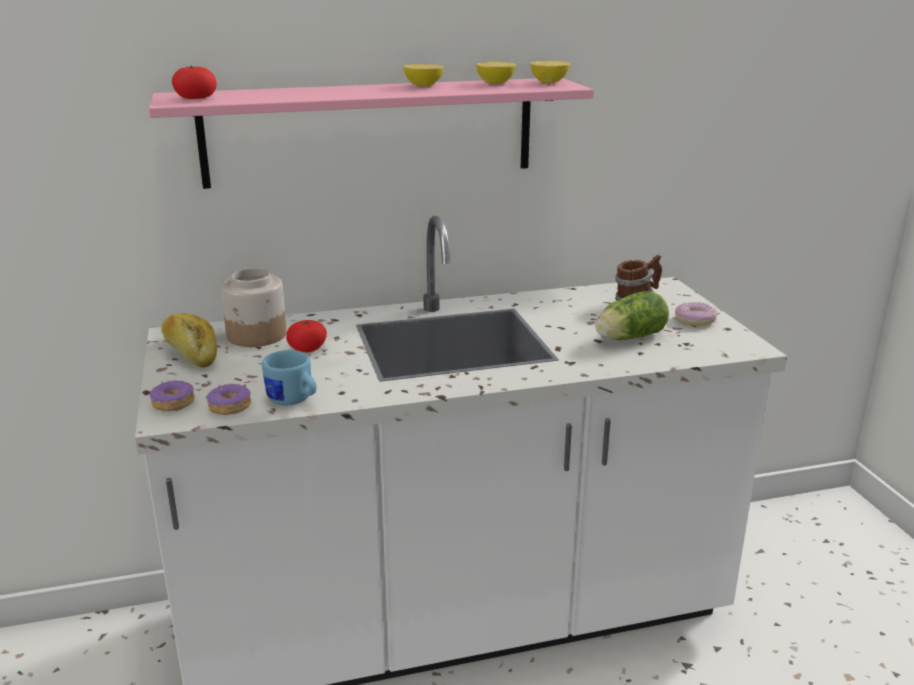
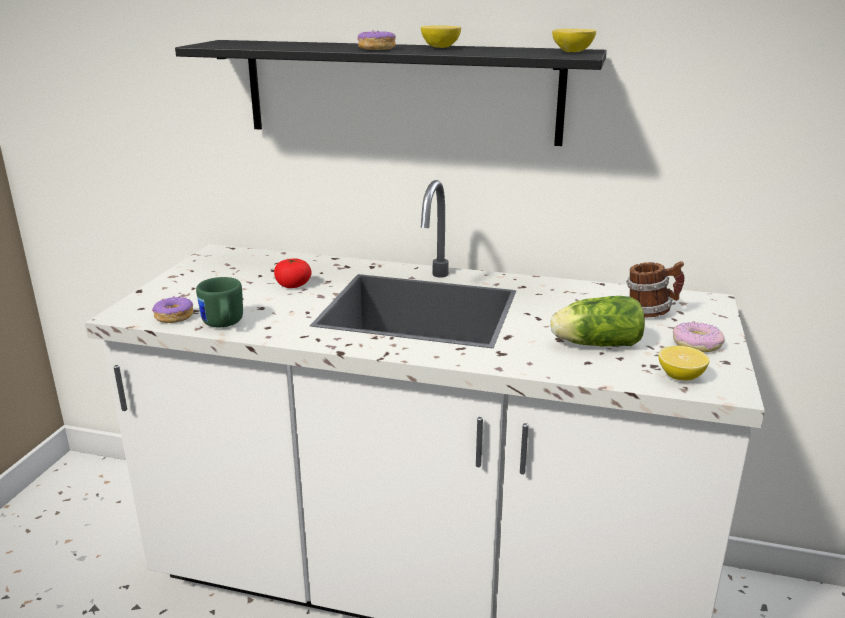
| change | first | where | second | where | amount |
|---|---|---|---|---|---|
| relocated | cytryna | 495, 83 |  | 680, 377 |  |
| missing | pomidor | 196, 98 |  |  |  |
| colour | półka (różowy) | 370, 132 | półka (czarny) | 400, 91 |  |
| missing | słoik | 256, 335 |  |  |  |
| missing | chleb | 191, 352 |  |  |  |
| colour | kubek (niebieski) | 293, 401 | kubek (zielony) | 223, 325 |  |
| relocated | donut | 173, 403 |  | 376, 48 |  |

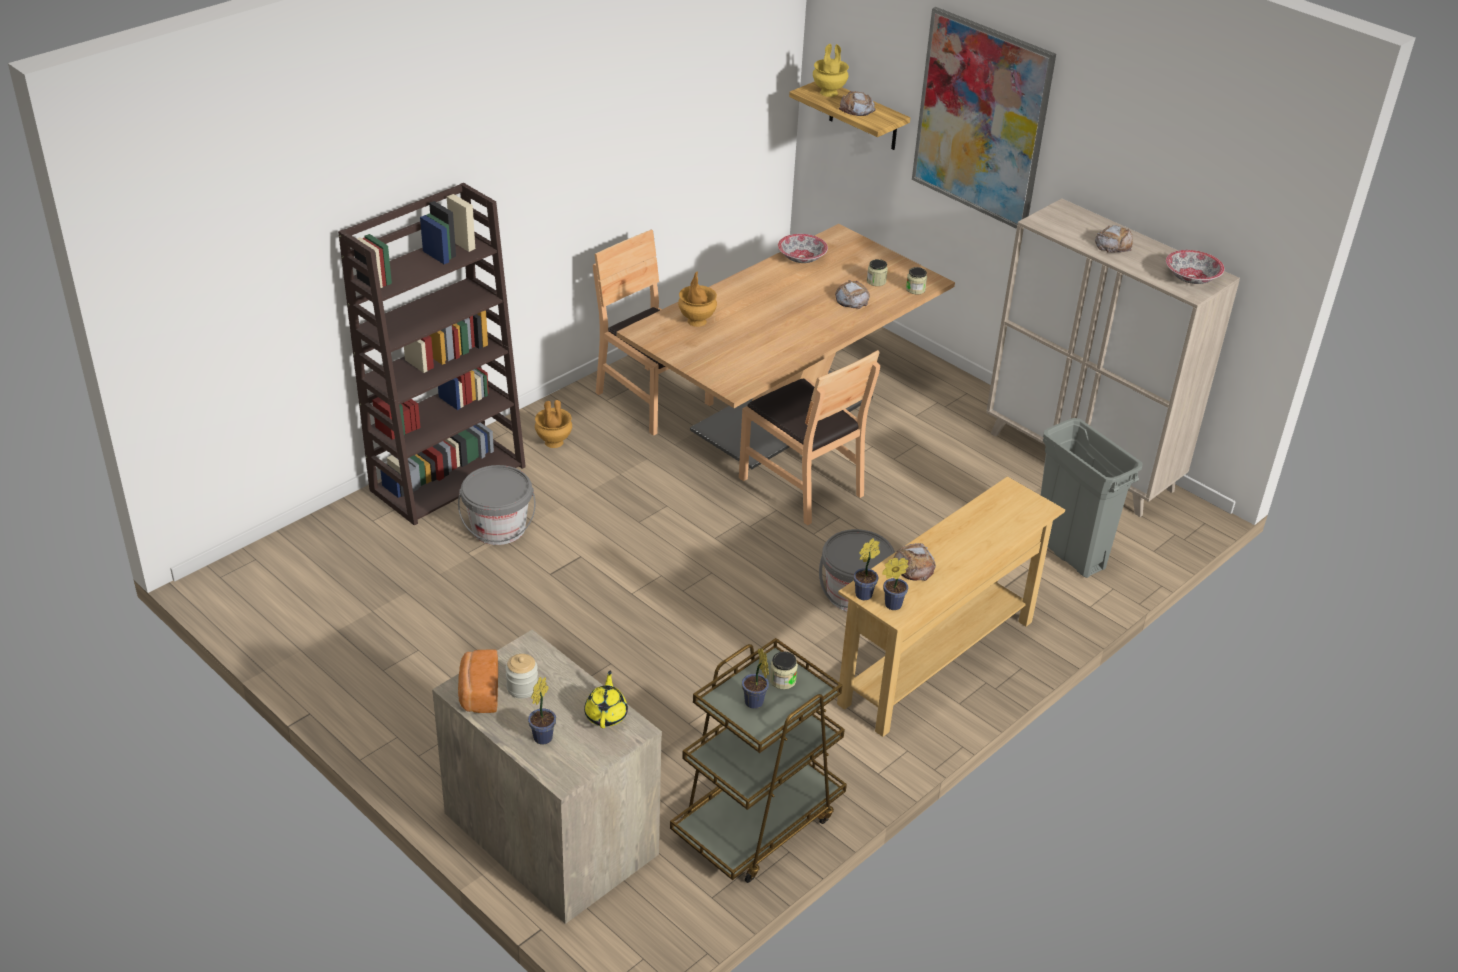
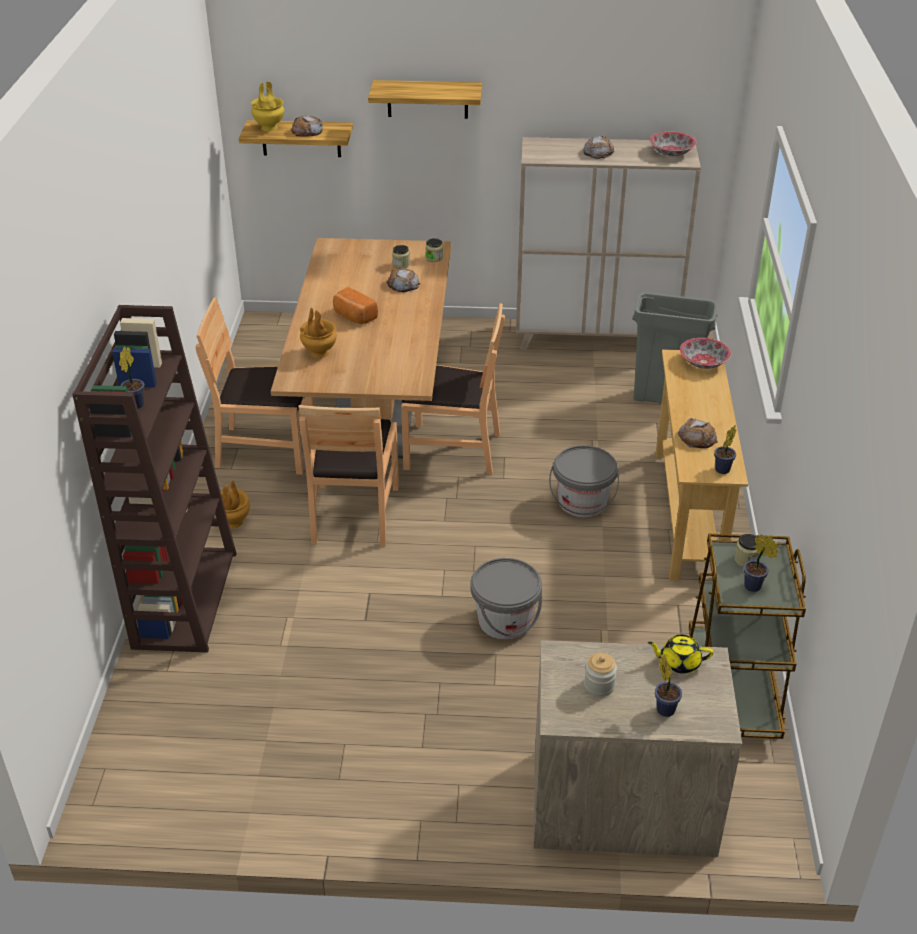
| change | first | where | second | where | amount |
|---|---|---|---|---|---|
| exchanged | obraz | 981, 119 | półka | 427, 99 |  |
| relocated | miska | 801, 258 |  | 703, 363 |  |
| relocated | wiadro (szary) | 498, 528 |  | 505, 620 |  |
| relocated | roślina doniczkowa | 865, 594 |  | 137, 403 |  |
| relocated | chleb | 478, 693 |  | 354, 317 |  |
| spun | imbryk (żółty) | 606, 714 |  | 679, 662 | 45 degrees counterclockwise |
| appeared |  |  | krzesło (brązowy) | 354, 514 |  |

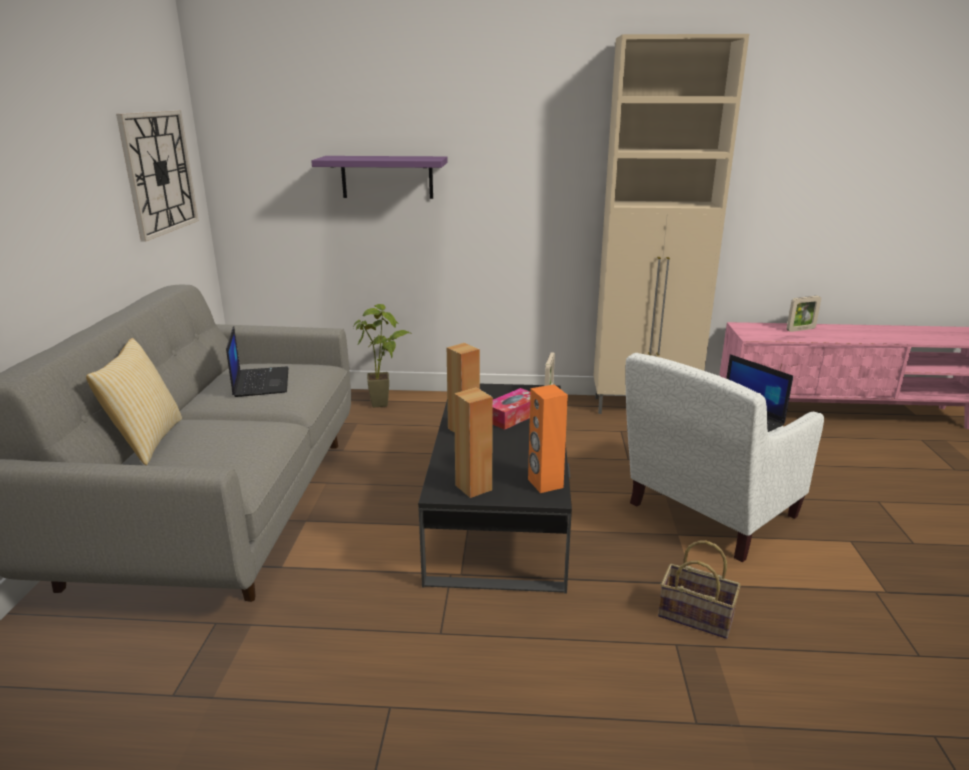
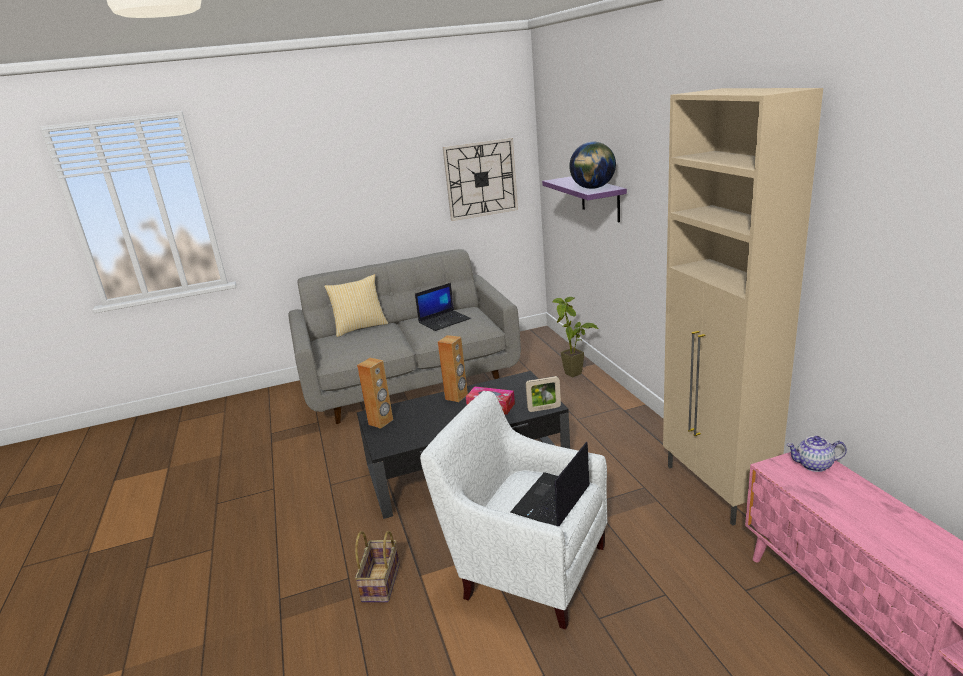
| change | first | where | second | where | amount |
|---|---|---|---|---|---|
| missing | ramka na zdjęcie | 800, 329 |  |  |  |
| missing | głośnik (pomarańczowy) | 545, 483 |  |  |  |
| appeared |  |  | globus | 593, 188 |  |
| appeared |  |  | imbryk | 813, 465 |  |

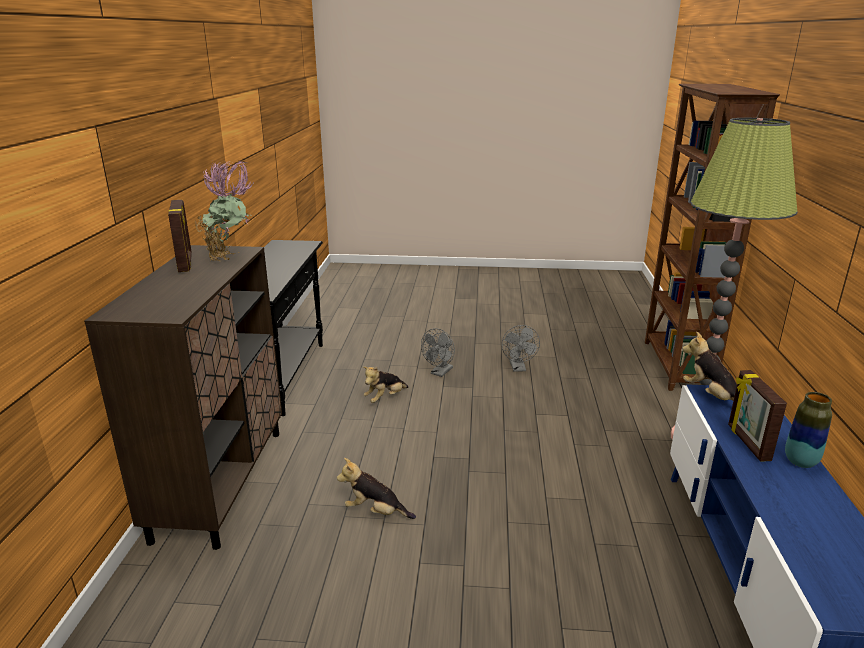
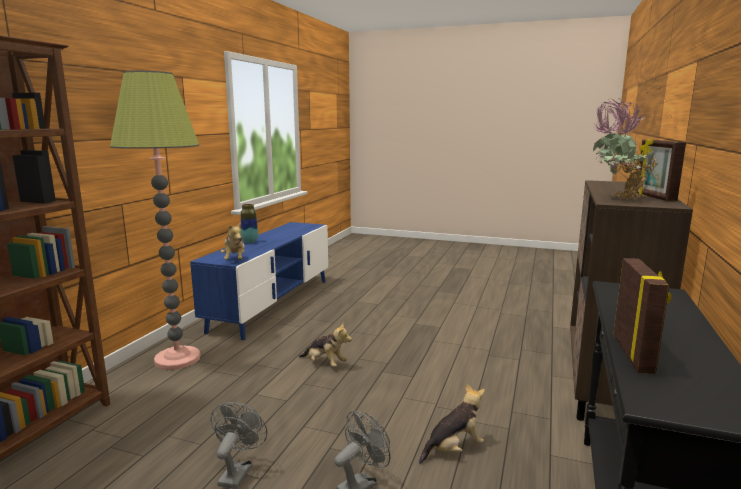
| change | first | where | second | where | amount |
|---|---|---|---|---|---|
| relocated | ramka na zdjęcie | 747, 443 |  | 634, 354 |  |
| relocated | pluszak | 375, 512 |  | 325, 364 |  |

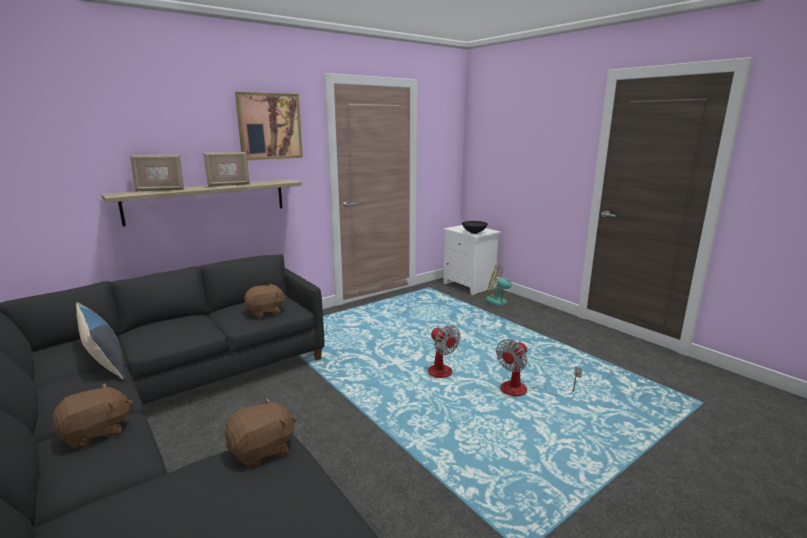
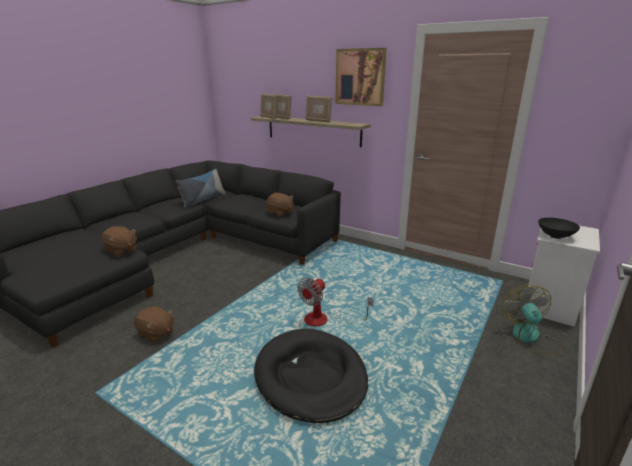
| change | first | where | second | where | amount |
|---|---|---|---|---|---|
| exchanged | wentylator | 524, 390 | legowisko (czarny) | 310, 377 |  |
| relocated | pluszak (brązowy) | 96, 433 |  | 156, 334 |  |
| appeared |  |  | ramka na zdjęcie | 269, 117 |  |

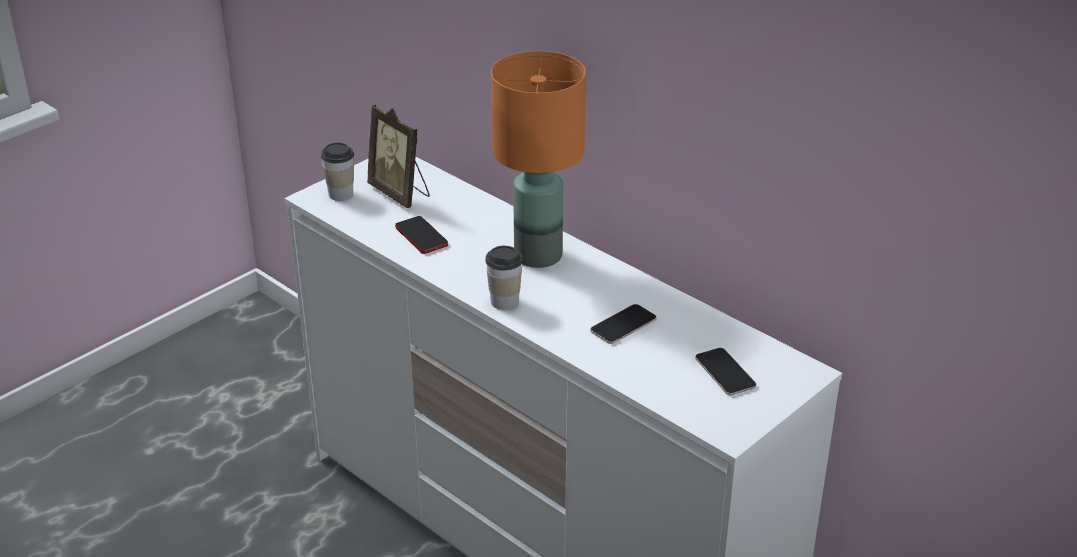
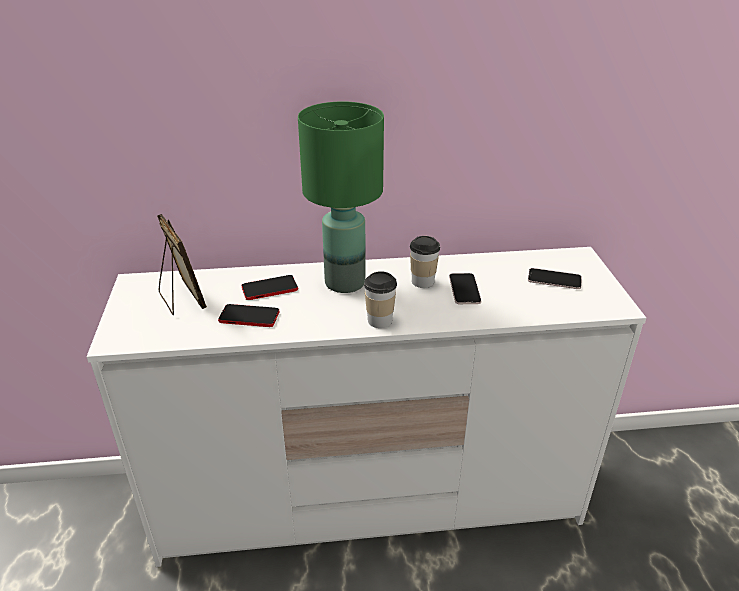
| change | first | where | second | where | amount |
|---|---|---|---|---|---|
| colour | lampa stołowa (pomarańczowy) | 537, 255 | lampa stołowa (zielony) | 343, 282 |  |
| spun | ramka na zdjęcie | 400, 193 |  | 181, 299 | 120 degrees counterclockwise |
| relocated | filiżanka | 341, 194 |  | 423, 282 |  |
| appeared |  |  | telefon | 269, 288 |  |

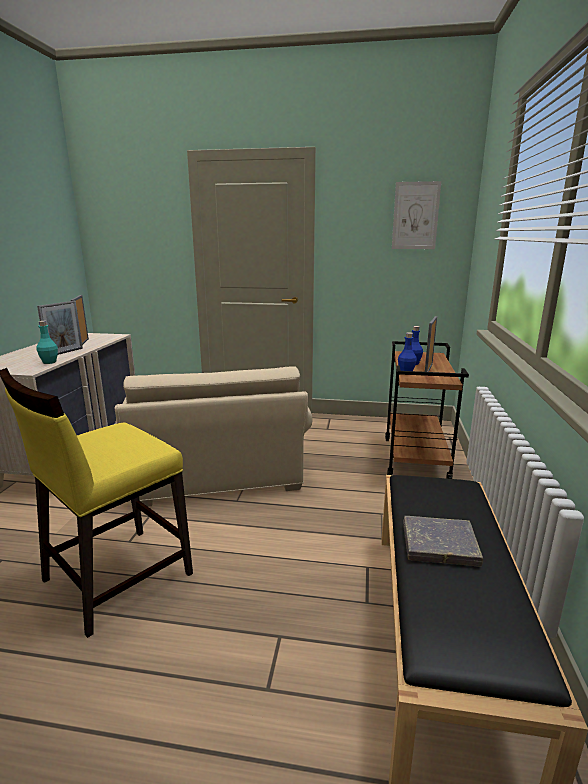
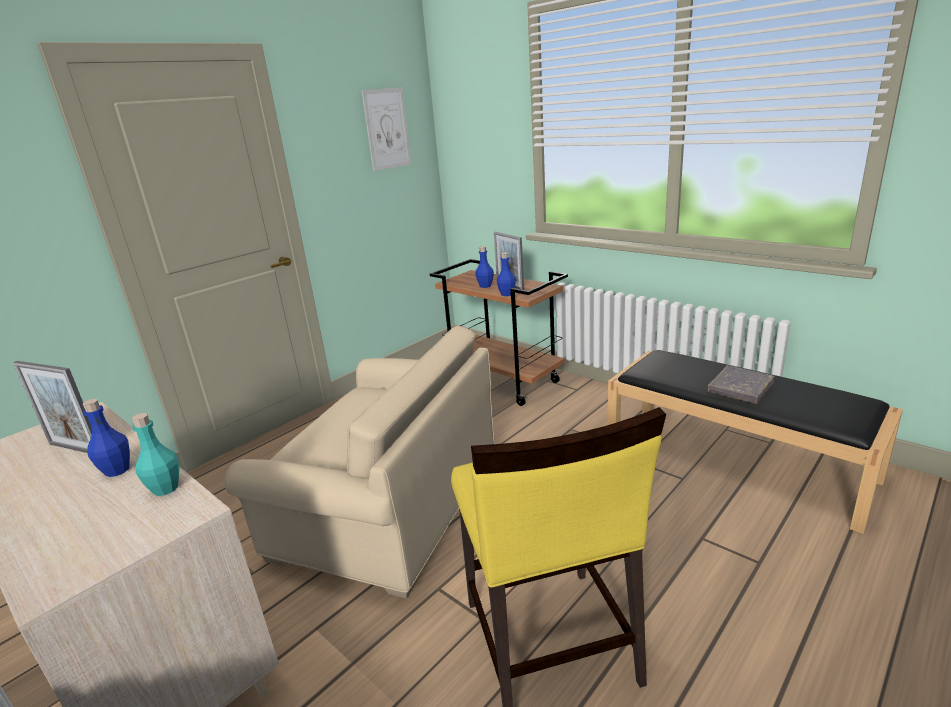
| change | first | where | second | where | amount |
|---|---|---|---|---|---|
| exchanged | ramka na zdjęcie | 65, 352 | butelka (niebieski) | 117, 470 |  |

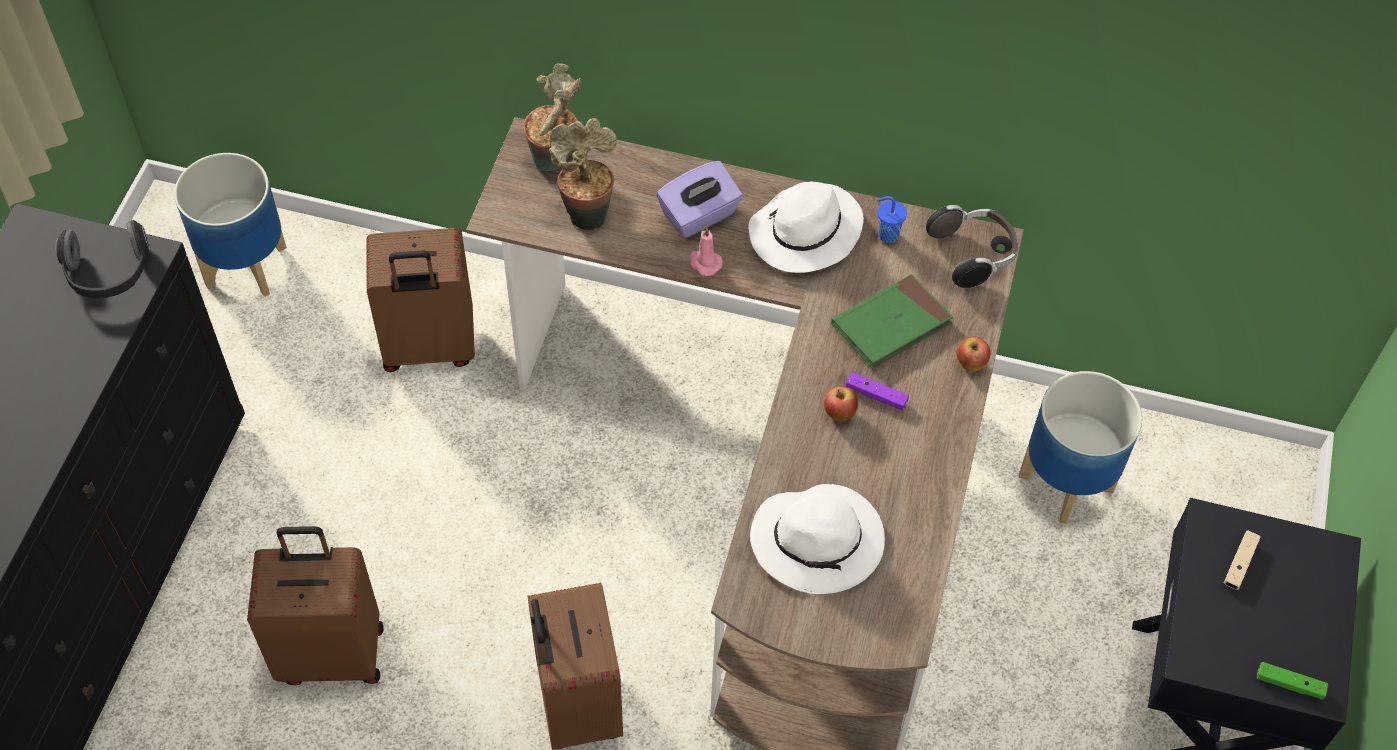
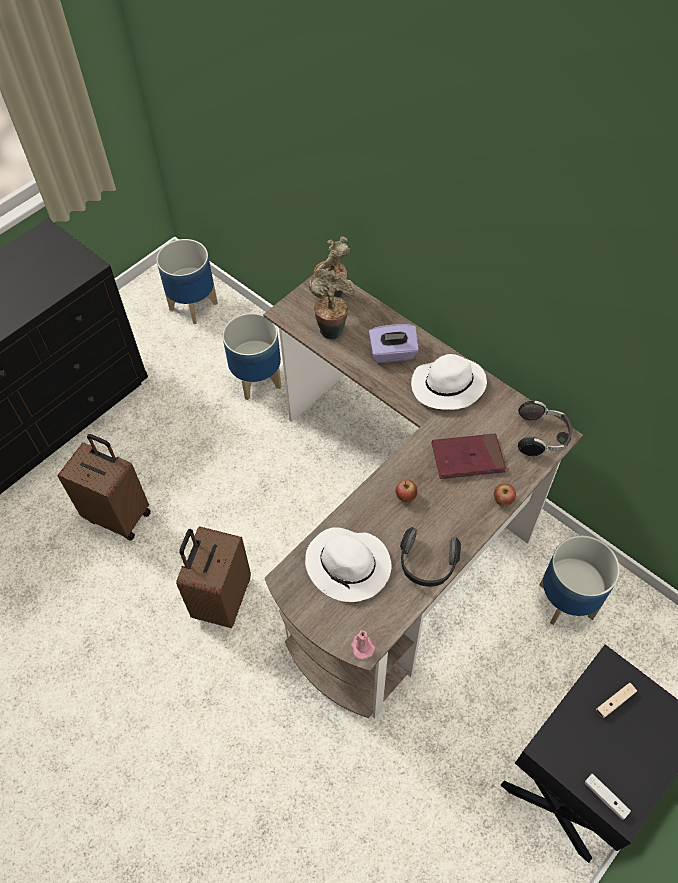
| change | first | where | second | where | amount |
|---|---|---|---|---|---|
| missing | filiżanka (niebieski) | 887, 235 |  |  |  |
| relocated | słuchawki | 109, 274 |  | 427, 564 |  |
| relocated | świeca (różowy) | 704, 262 |  | 362, 646 |  |
| exchanged | walizka (brązowy) | 429, 348 | donica | 256, 380 |  |
| colour | książka (zielony) | 891, 324 | książka (czerwony) | 467, 458 |  |
| missing | pad do gier (fioletowy) | 876, 395 |  |  |  |
| colour | pad do gier (zielony) | 1289, 684 | pad do gier (biały) | 605, 797 |  |

